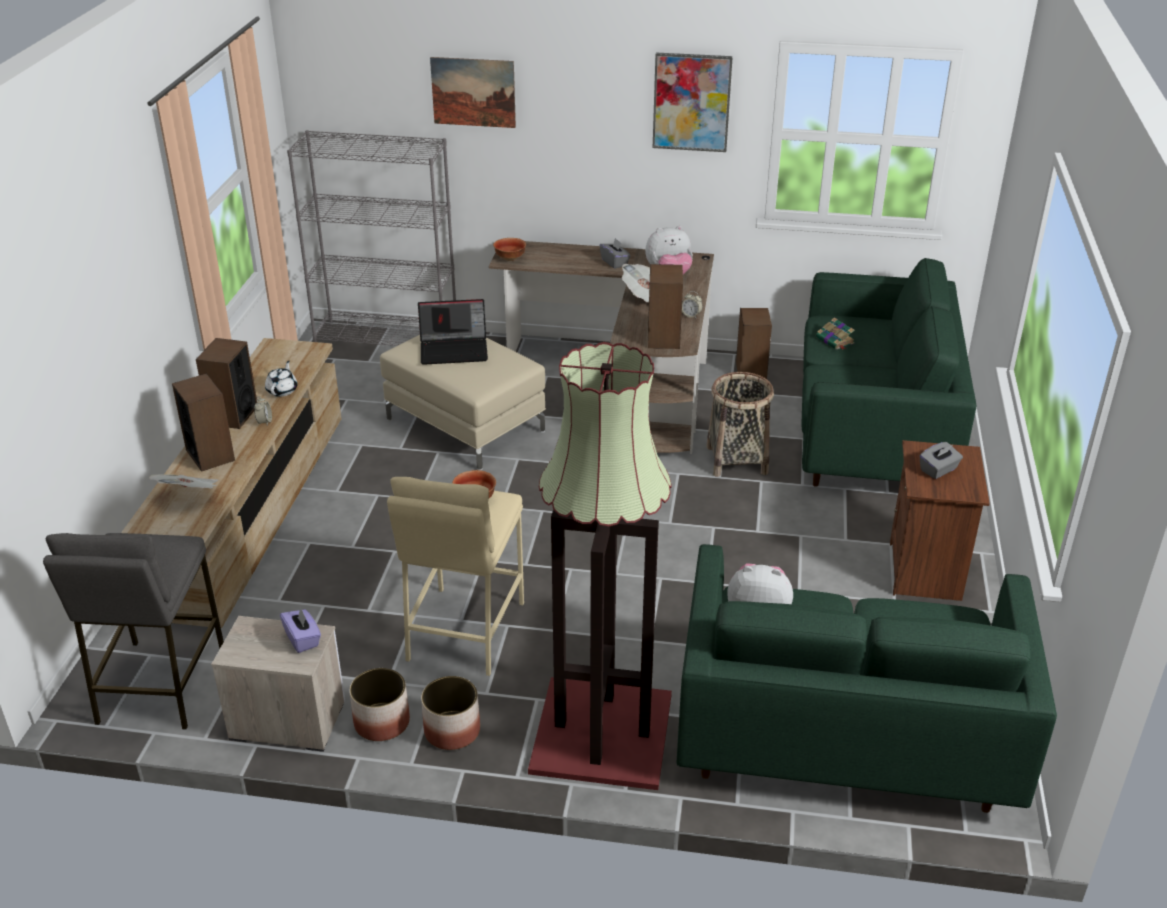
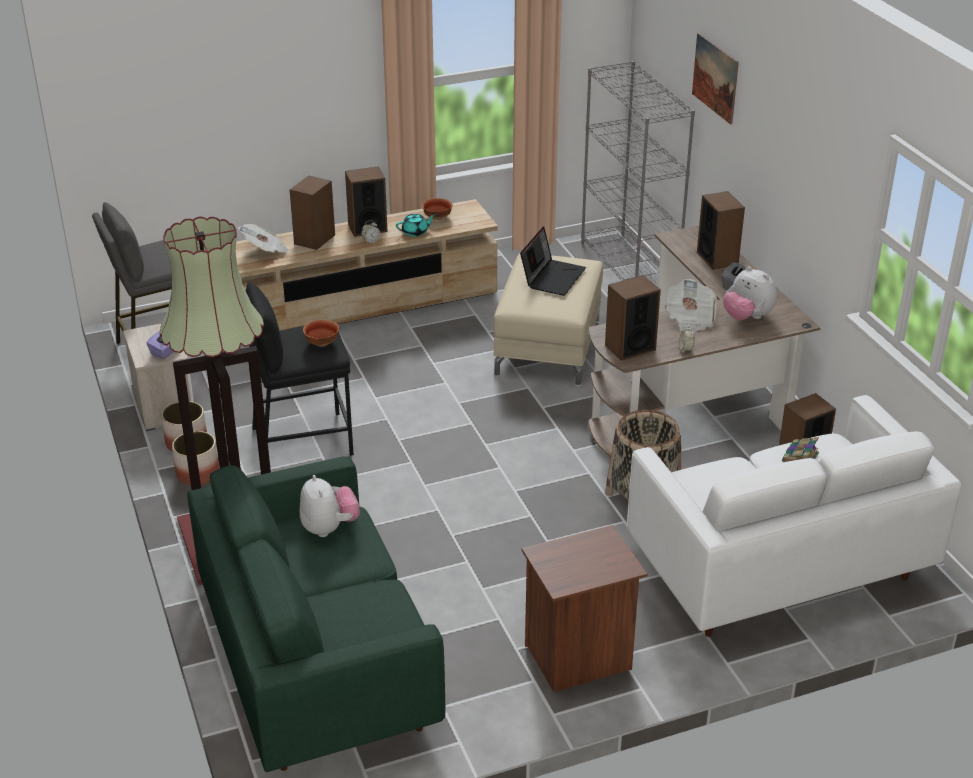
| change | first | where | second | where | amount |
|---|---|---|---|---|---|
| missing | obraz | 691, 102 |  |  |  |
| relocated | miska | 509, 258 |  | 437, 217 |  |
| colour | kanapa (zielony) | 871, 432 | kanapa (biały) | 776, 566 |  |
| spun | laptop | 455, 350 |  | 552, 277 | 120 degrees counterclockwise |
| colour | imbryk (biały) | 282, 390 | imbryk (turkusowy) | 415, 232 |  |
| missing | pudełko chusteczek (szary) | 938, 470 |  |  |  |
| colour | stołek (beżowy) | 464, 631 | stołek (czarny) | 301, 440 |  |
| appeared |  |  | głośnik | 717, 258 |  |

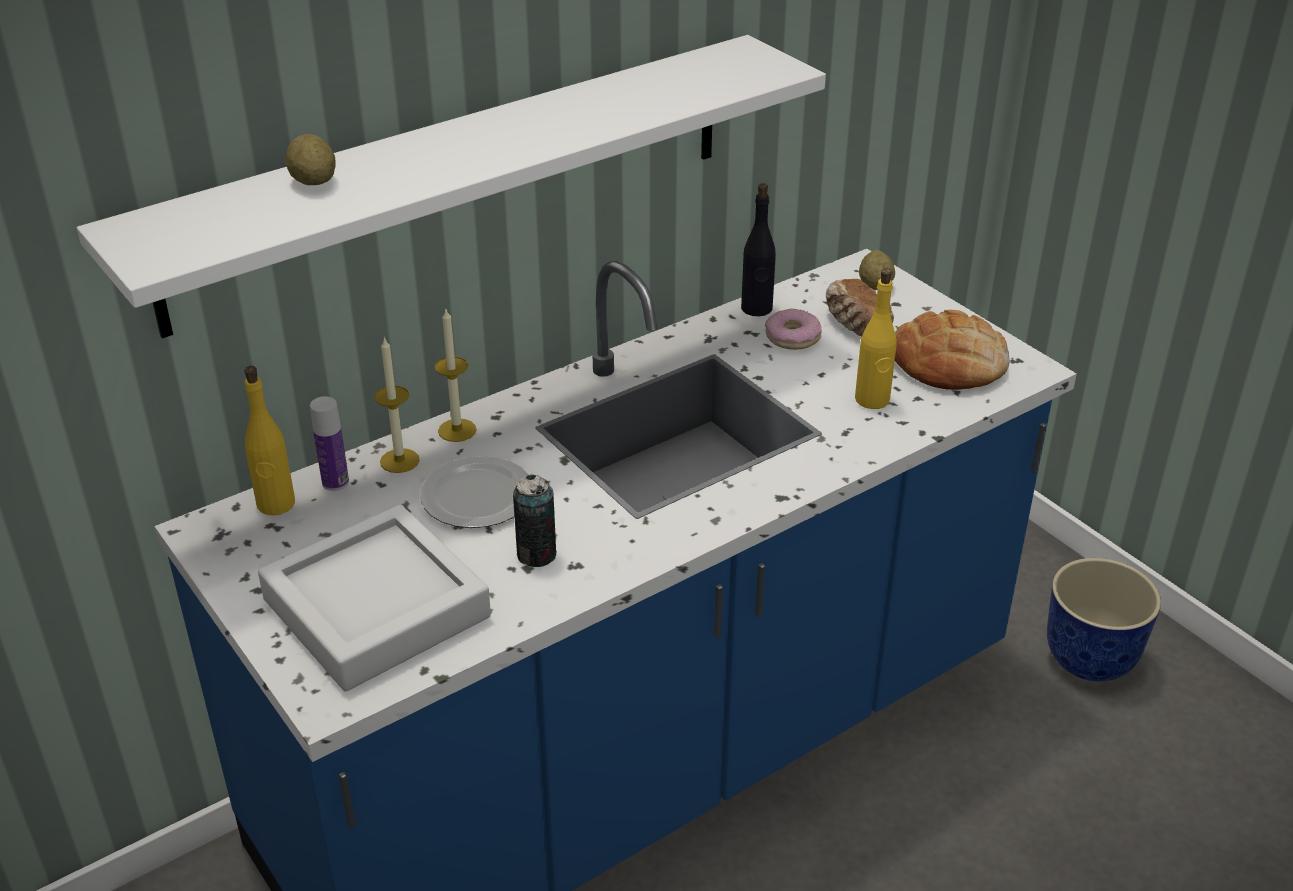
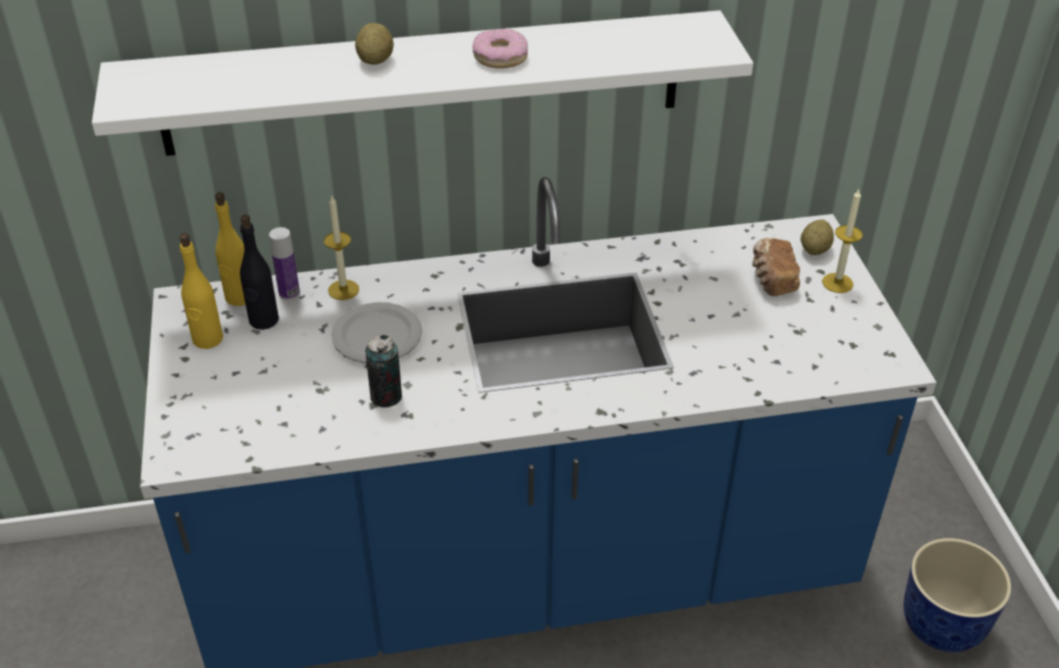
| change | first | where | second | where | amount |
|---|---|---|---|---|---|
| relocated | ziemniak | 314, 182 |  | 375, 60 |  |
| relocated | butelka (czarny) | 756, 308 |  | 263, 320 |  |
| relocated | butelka (żółty) | 872, 400 |  | 207, 339 |  |
| relocated | donut | 793, 337 |  | 500, 57 |  |
| relocated | świeca | 457, 430 |  | 837, 283 |  |
| missing | chleb | 949, 362 |  |  |  |
| missing | taca (szary) | 376, 608 |  |  |  |

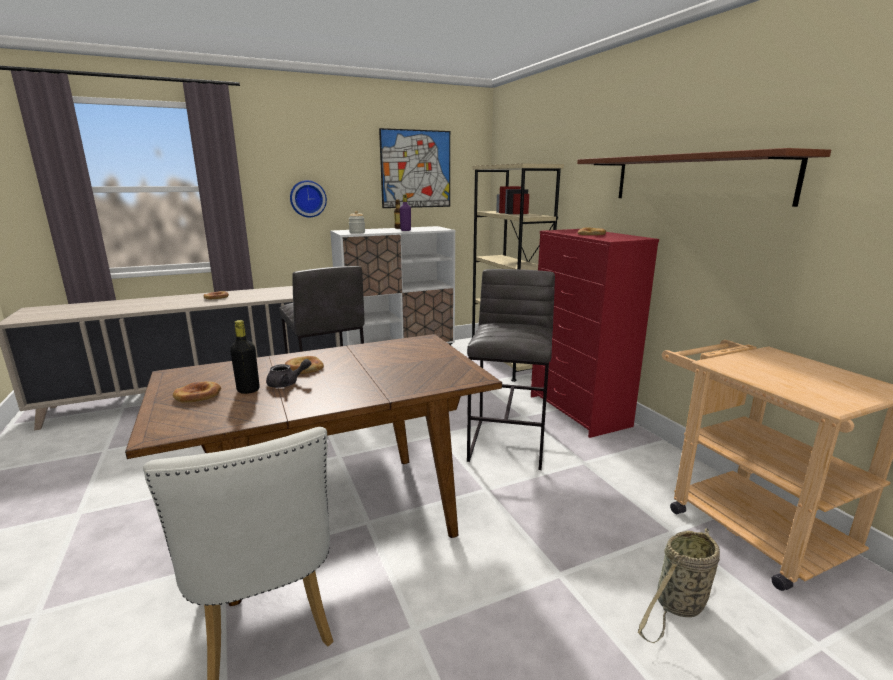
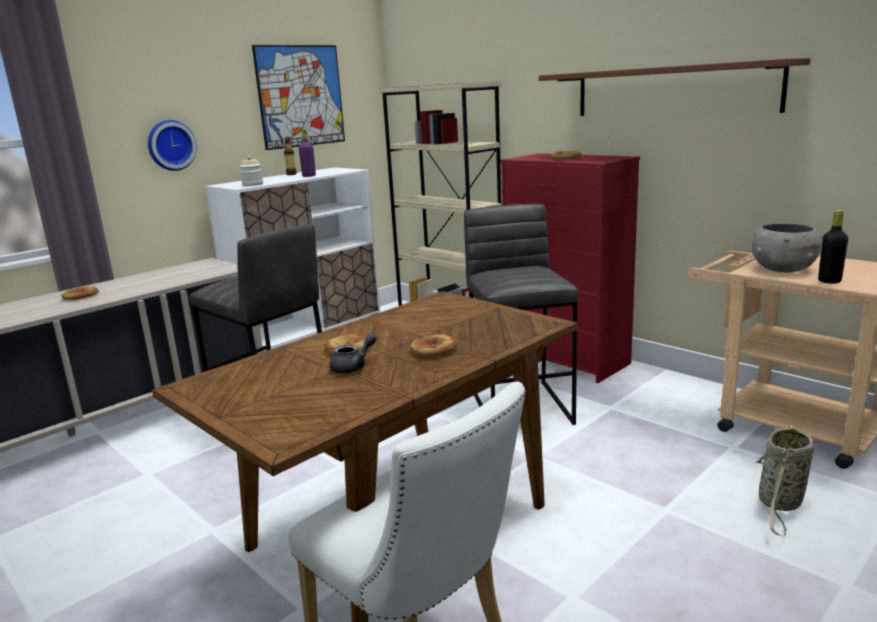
| change | first | where | second | where | amount |
|---|---|---|---|---|---|
| relocated | butelka (czarny) | 248, 390 |  | 829, 281 |  |
| relocated | chleb | 198, 395 |  | 433, 350 |  |
| appeared |  |  | miska (szary) | 782, 269 |  |

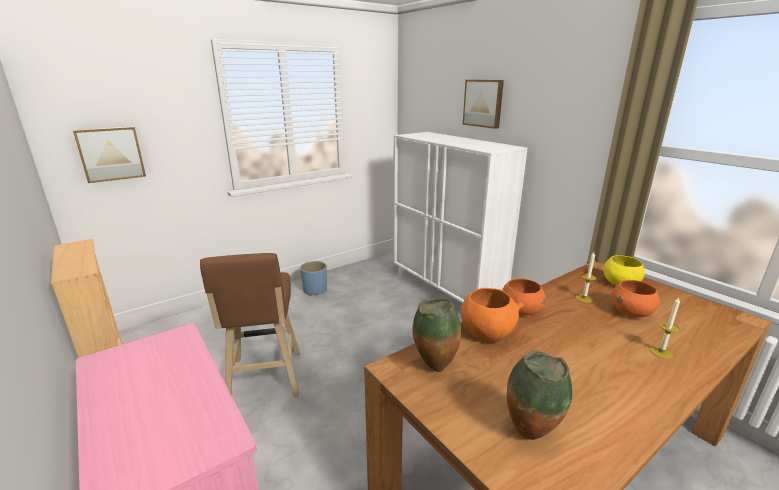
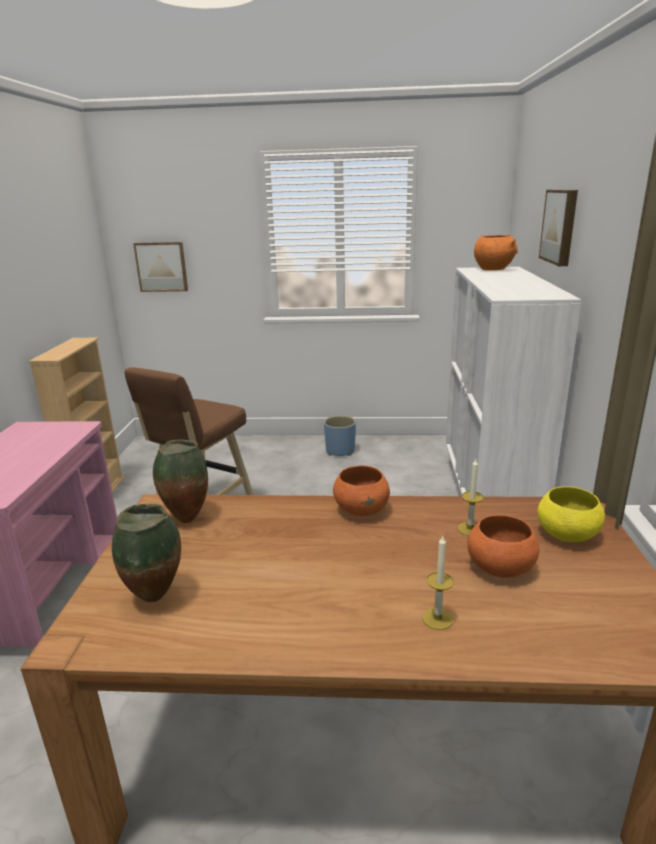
| change | first | where | second | where | amount |
|---|---|---|---|---|---|
| relocated | miska (pomarańczowy) | 486, 334 |  | 493, 269 |  |

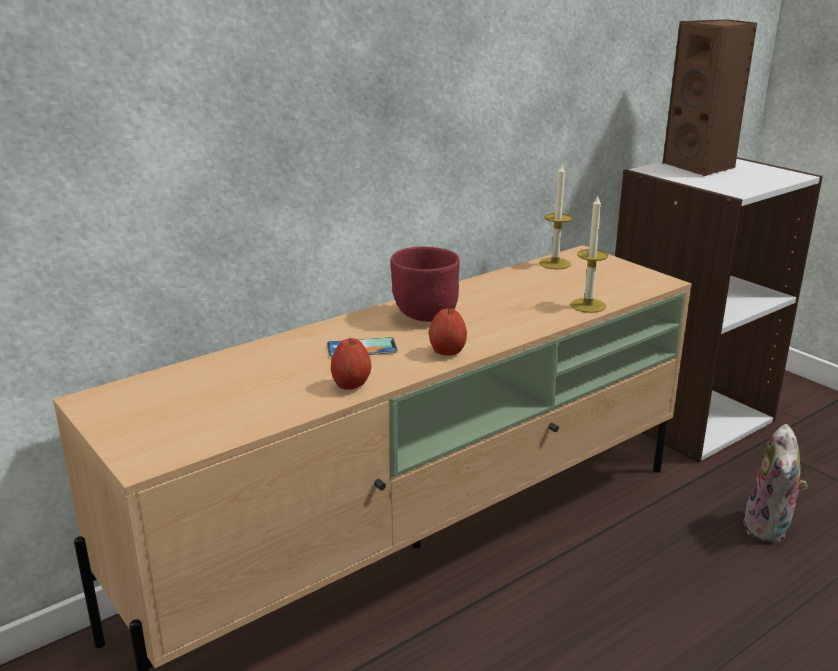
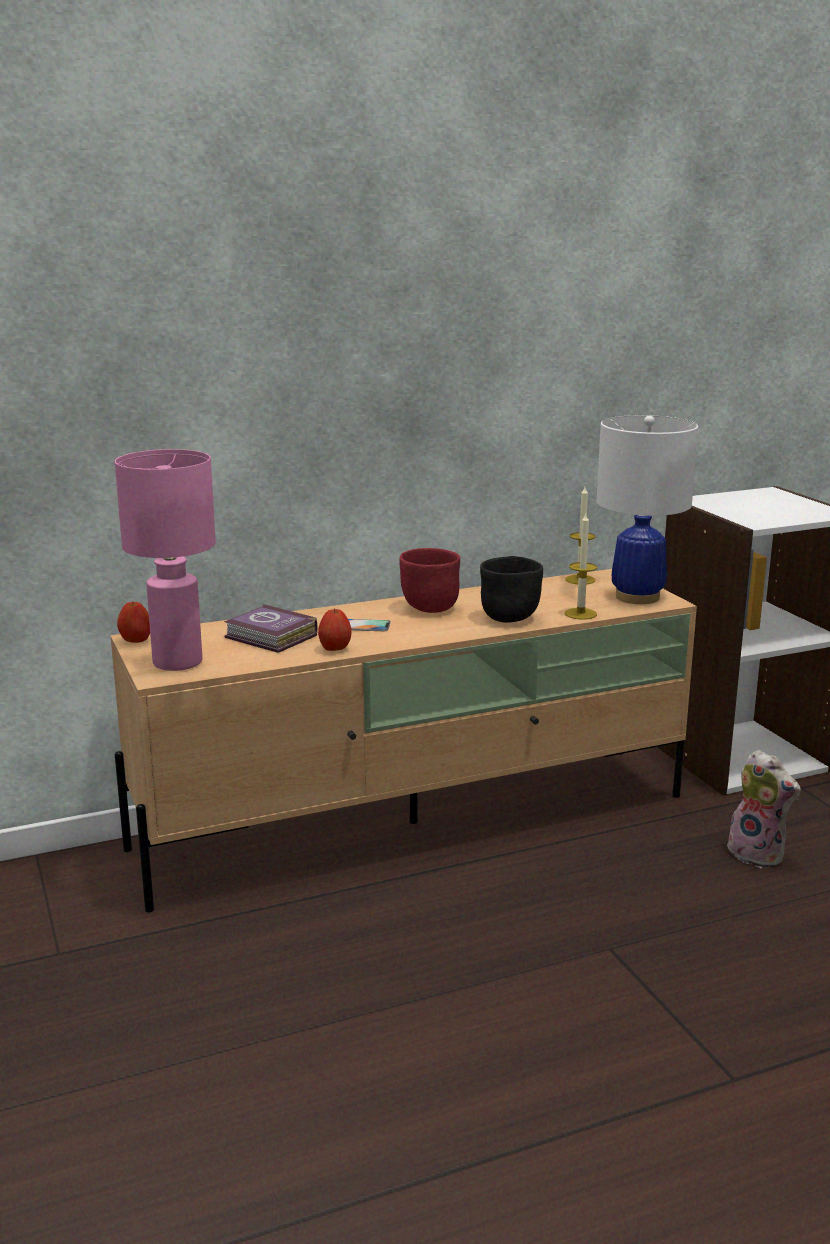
| change | first | where | second | where | amount |
|---|---|---|---|---|---|
| missing | głośnik (brązowy) | 702, 167 |  |  |  |
| relocated | jabłko | 447, 353 |  | 135, 641 |  |
| spun | pluszak | 770, 528 |  | 759, 854 | 75 degrees counterclockwise |
| appeared |  |  | lampa stołowa (biały) | 637, 597 |  |
| appeared |  |  | lampa stołowa (różowy) | 178, 663 |  |
| appeared |  |  | miska (czarny) | 510, 618 |  |
| appeared |  |  | książka | 271, 637 |  |

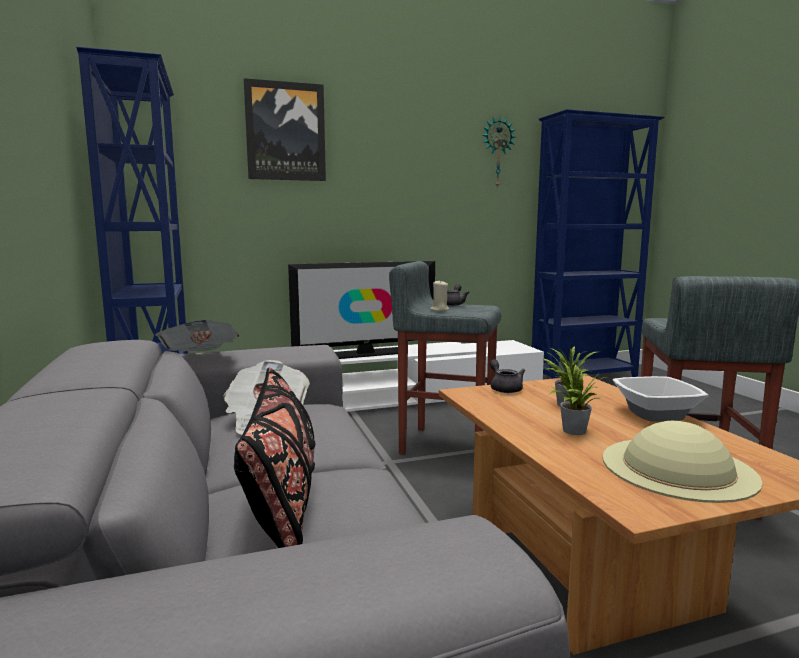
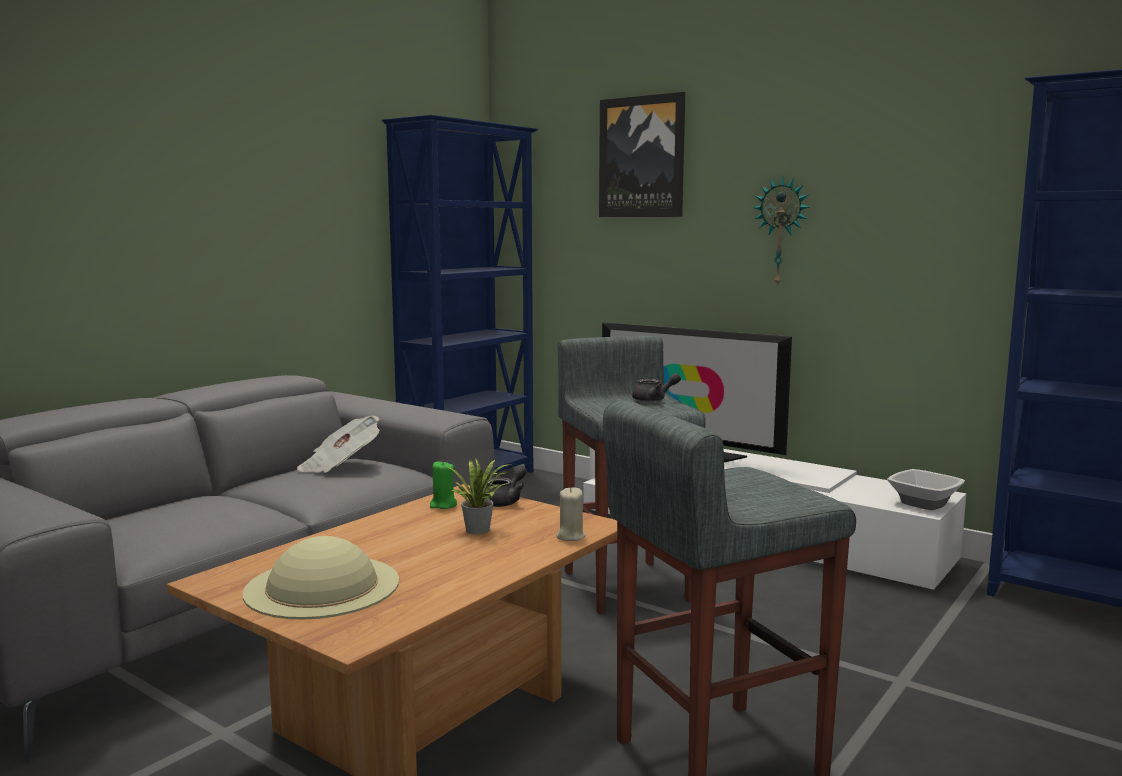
| change | first | where | second | where | amount |
|---|---|---|---|---|---|
| relocated | zegar ścienny | 497, 152 |  | 781, 231 |  |
| relocated | świeca (beżowy) | 439, 310 |  | 570, 536 |  |
| missing | gazeta | 200, 359 |  |  |  |
| missing | roślina doniczkowa | 571, 431 |  |  |  |
| missing | poduszka (czarny) | 282, 499 |  |  |  |
| relocated | miska | 654, 414 |  | 924, 503 |  |
| appeared |  |  | świeca (zielony) | 443, 505 |  |

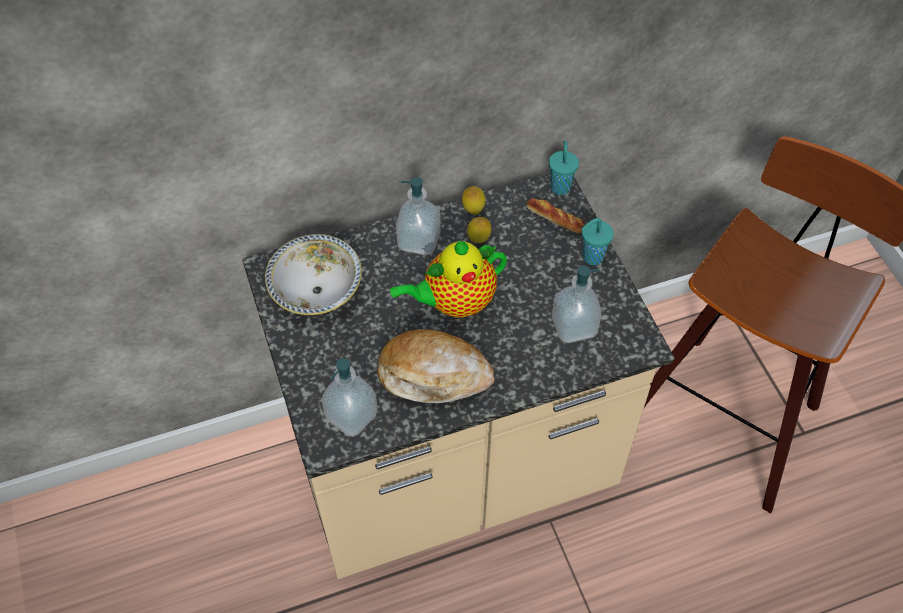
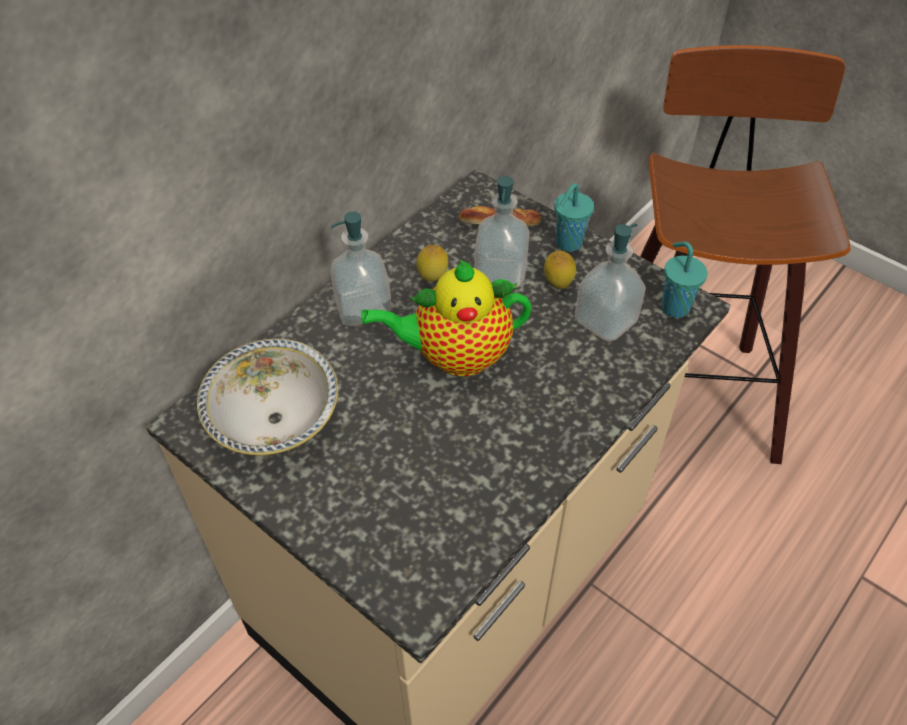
| change | first | where | second | where | amount |
|---|---|---|---|---|---|
| relocated | filiżanka (turkusowy) | 560, 186 |  | 674, 306 |  |
| relocated | cytryna | 473, 210 |  | 558, 285 |  |
| spun | imbryk | 455, 302 |  | 455, 356 | 45 degrees clockwise |
| missing | chleb | 433, 374 |  |  |  |
| relocated | dozownik mydła | 351, 416 |  | 500, 273 |  |

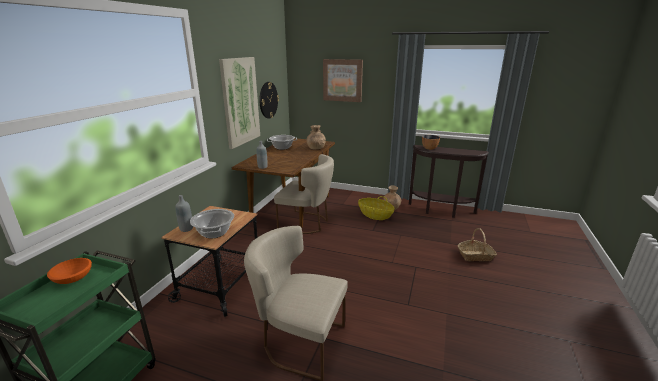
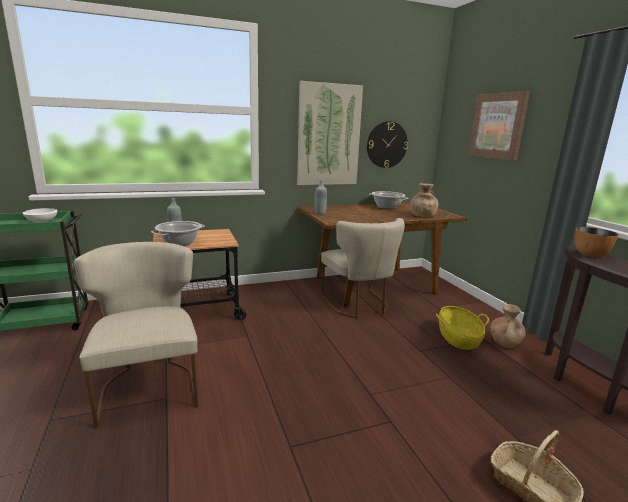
| change | first | where | second | where | amount |
|---|---|---|---|---|---|
| colour | miska (pomarańczowy) | 73, 279 | miska (biały) | 41, 221 |  |

